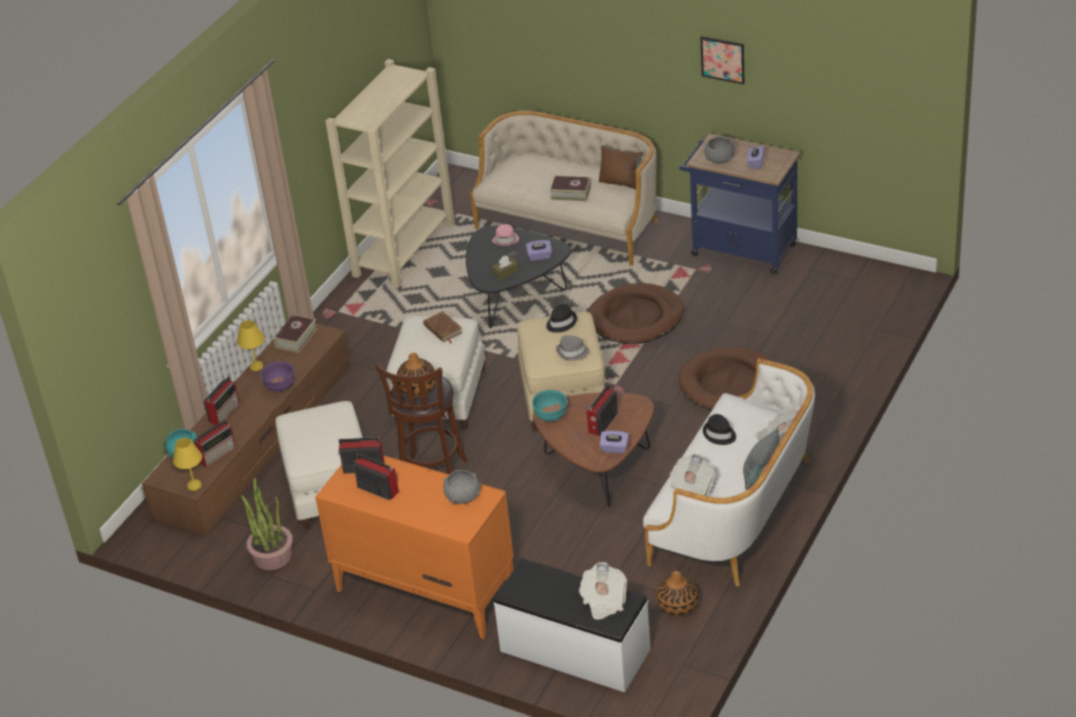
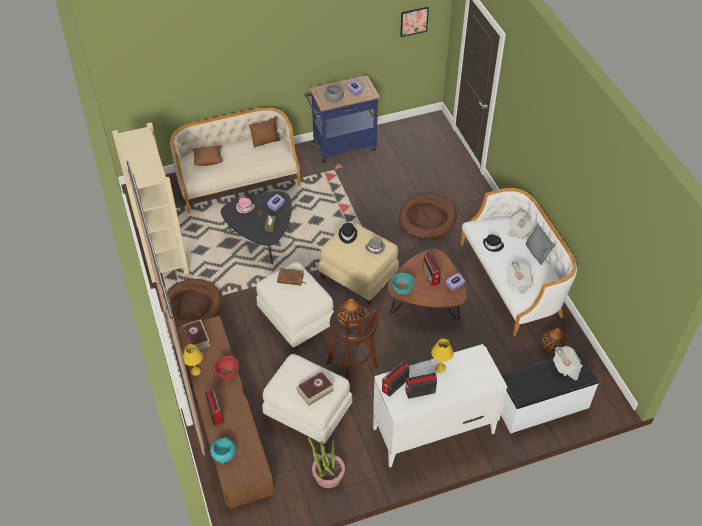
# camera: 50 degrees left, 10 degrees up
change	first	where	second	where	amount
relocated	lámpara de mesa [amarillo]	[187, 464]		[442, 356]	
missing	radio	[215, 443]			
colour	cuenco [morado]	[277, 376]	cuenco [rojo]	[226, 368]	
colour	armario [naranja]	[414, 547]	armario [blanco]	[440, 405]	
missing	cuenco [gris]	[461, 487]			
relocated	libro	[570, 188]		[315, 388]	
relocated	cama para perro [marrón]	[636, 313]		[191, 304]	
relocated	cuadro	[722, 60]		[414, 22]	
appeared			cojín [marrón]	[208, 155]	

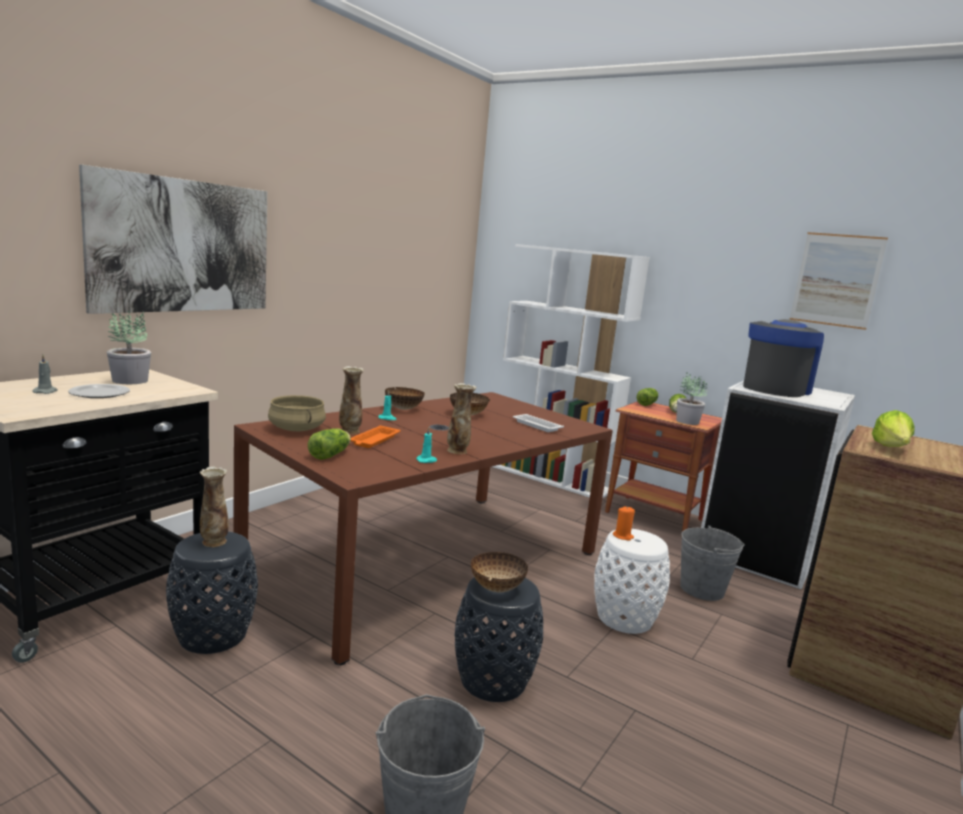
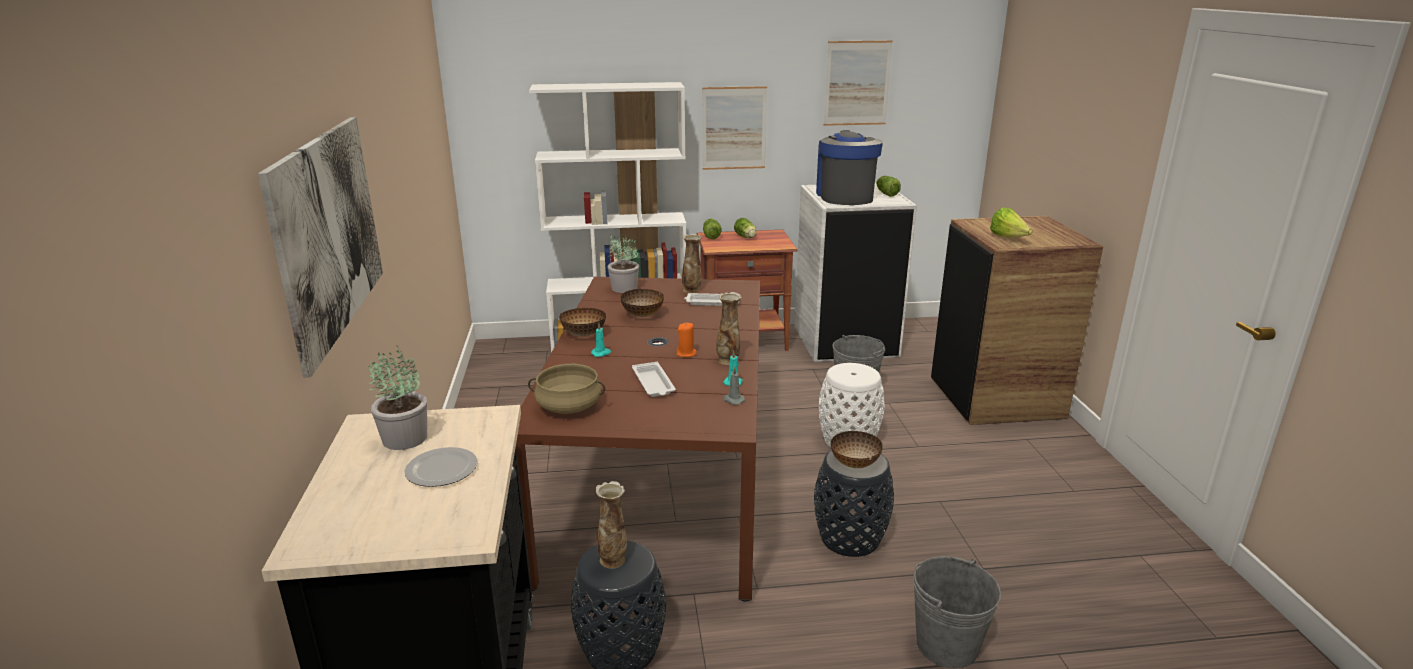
# camera: 40 degrees left, 10 degrees up
change	first	where	second	where	amount
relocated	vela [gris]	[45, 374]		[734, 386]	
relocated	lechuga	[329, 444]		[888, 186]	
relocated	florero	[351, 400]		[692, 263]	
colour	bandeja [naranja]	[375, 436]	bandeja [blanco]	[654, 379]	
relocated	vela [naranja]	[624, 523]		[686, 340]	
relocated	planta en maceta	[692, 399]		[623, 263]	
appeared			cuadro	[734, 128]	

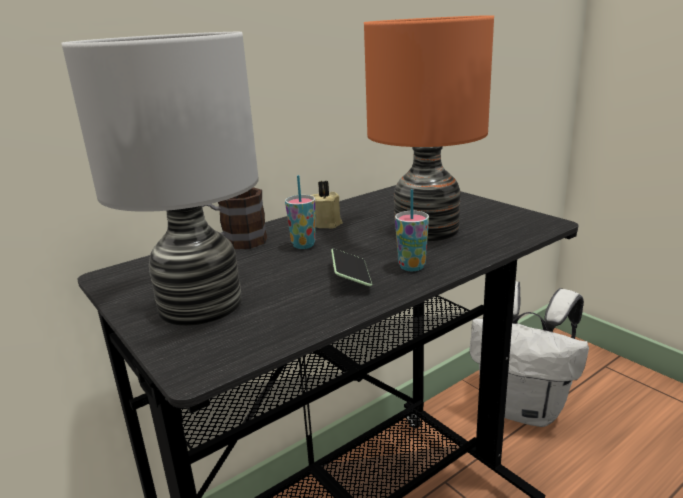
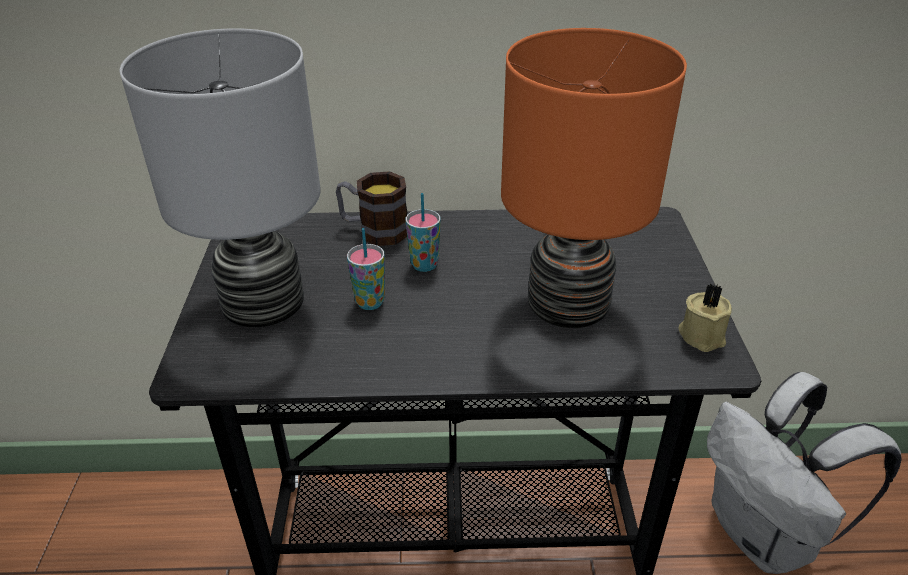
# camera: 35 degrees right, 15 degrees up
change	first	where	second	where	amount
relocated	vela [beis]	[327, 204]		[705, 317]	
missing	móvil	[351, 267]			
relocated	taza	[412, 230]		[366, 269]	

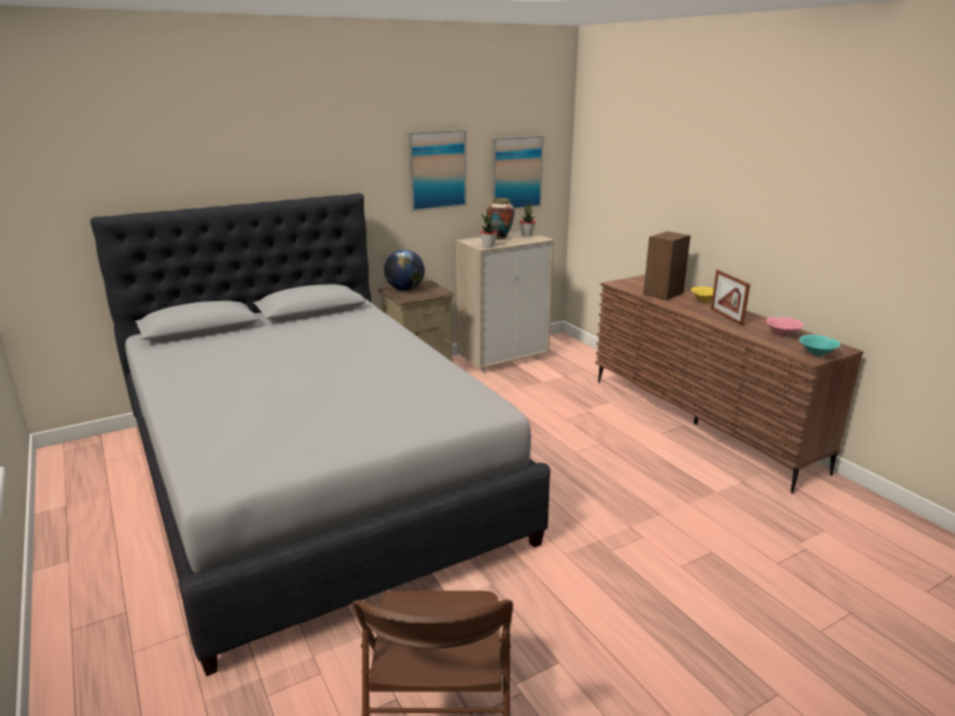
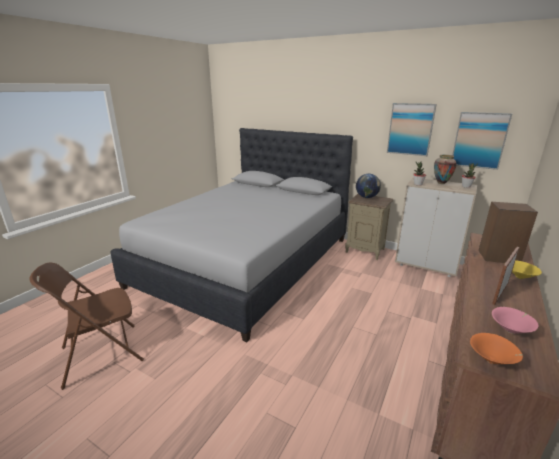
# camera: 60 degrees right, 0 degrees up
change	first	where	second	where	amount
colour	cuenco [turquesa]	[820, 345]	cuenco [naranja]	[496, 348]	

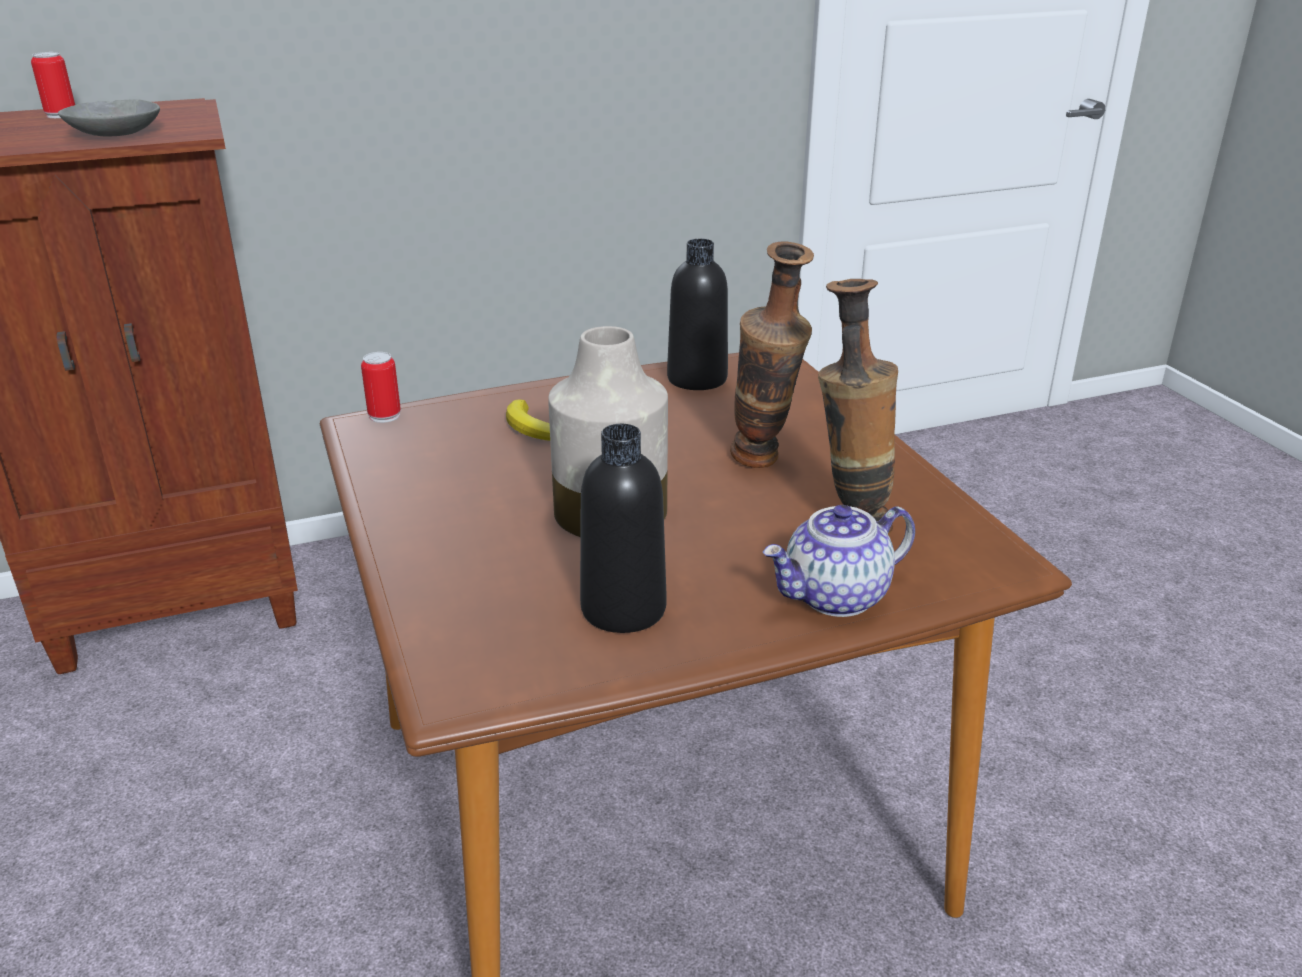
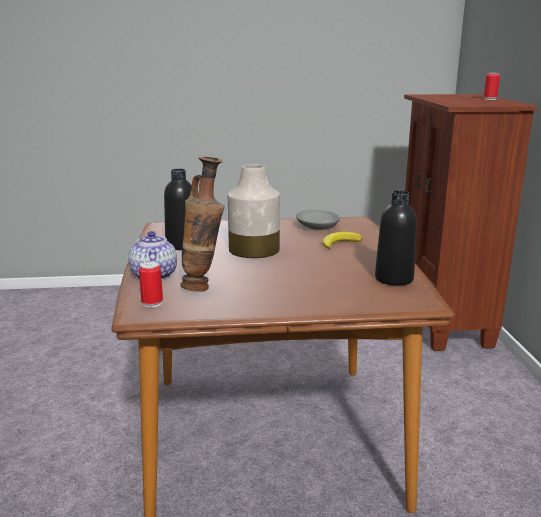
# camera: 105 degrees right, 10 degrees down
change	first	where	second	where	amount
relocated	cuenco [gris]	[109, 117]		[318, 220]	
relocated	lata	[381, 387]		[151, 284]	
missing	florero	[772, 354]			

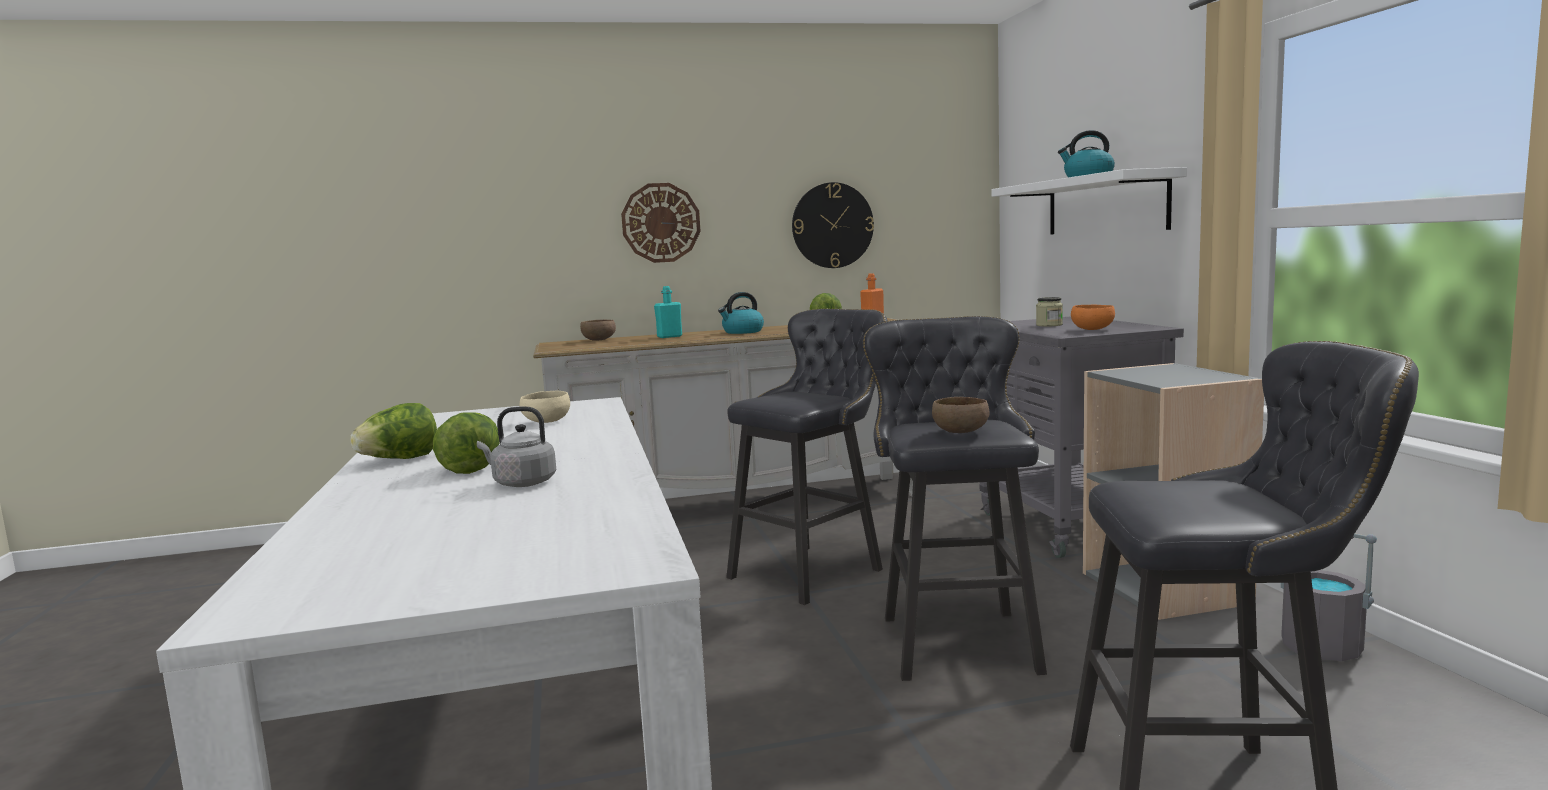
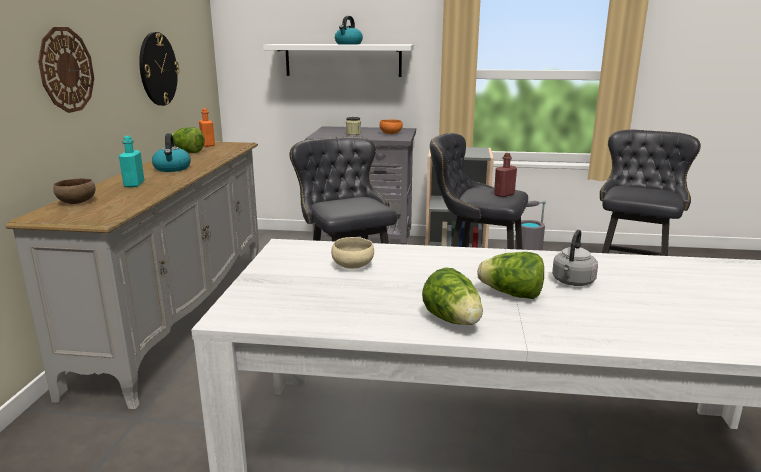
# camera: 70 degrees left, 10 degrees up
change	first	where	second	where	amount
exchanged	cuenco [marrón]	[960, 415]	botella [rojo]	[505, 175]	

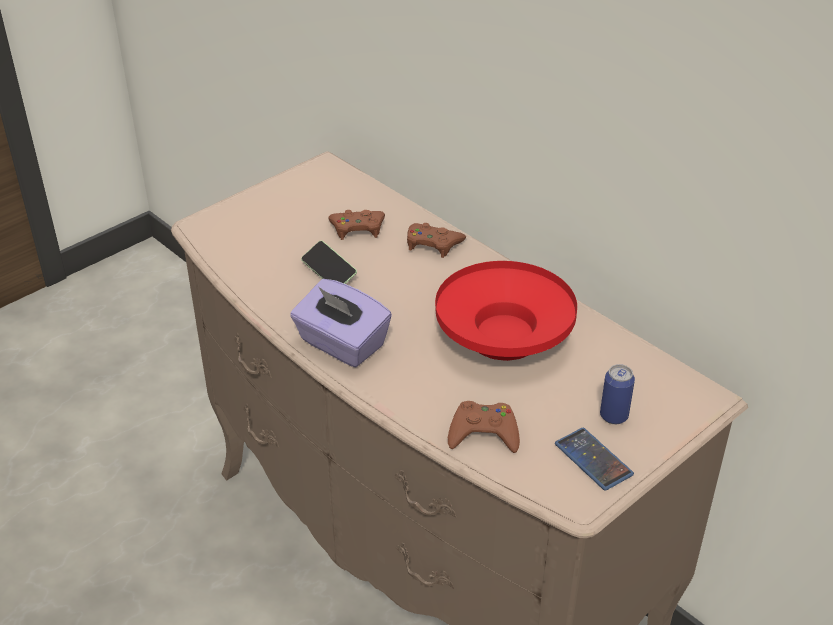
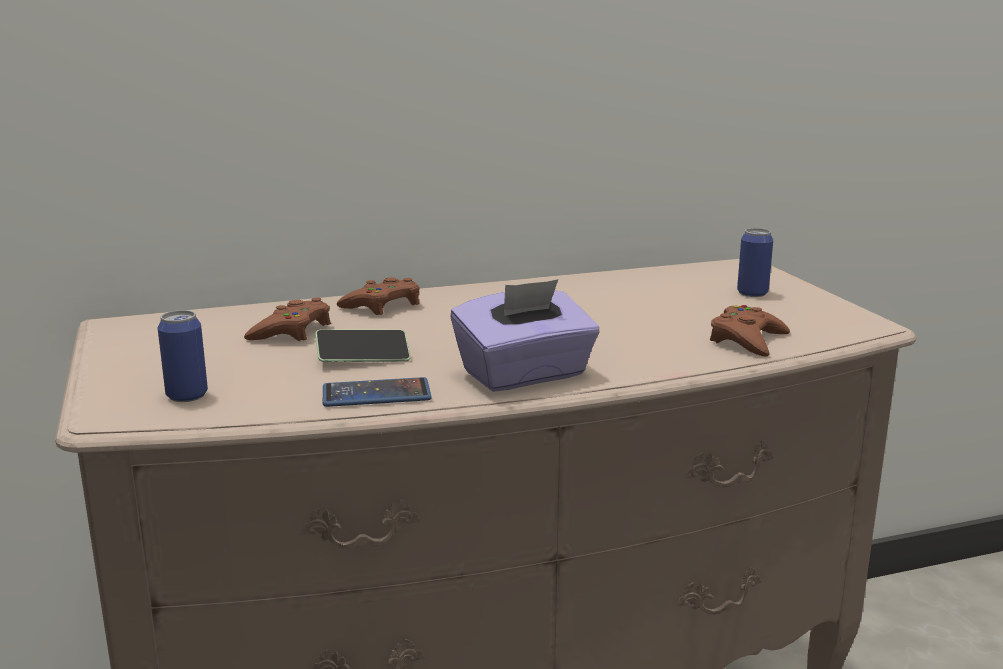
# camera: 65 degrees left, 20 degrees down
change	first	where	second	where	amount
missing	cuenco [rojo]	[506, 311]			
relocated	móvil	[594, 459]		[377, 392]	
appeared			lata	[183, 356]	

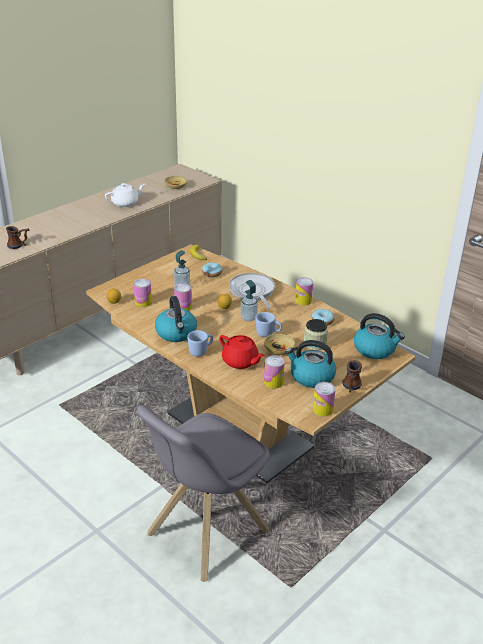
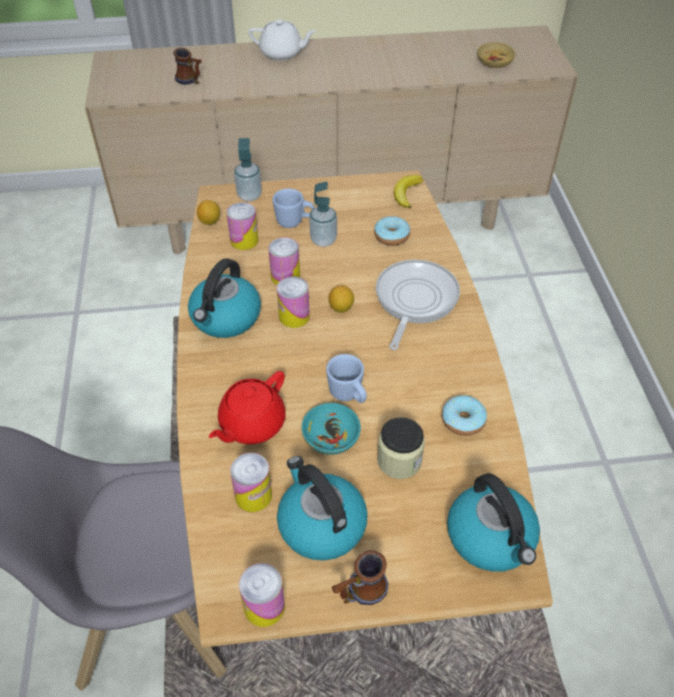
# camera: 40 degrees right, 15 degrees up
change	first	where	second	where	amount
relocated	tetera [blanco]	[125, 195]		[282, 40]	
relocated	taza grande [azul]	[200, 343]		[293, 208]	
spun	tetera [rojo]	[242, 352]		[247, 407]	45 degrees clockwise
relocated	dispensador de jabón	[249, 301]		[248, 169]	
colour	cuenco [beis]	[279, 344]	cuenco [turquesa]	[331, 429]	
relocated	lata	[304, 291]		[293, 302]	

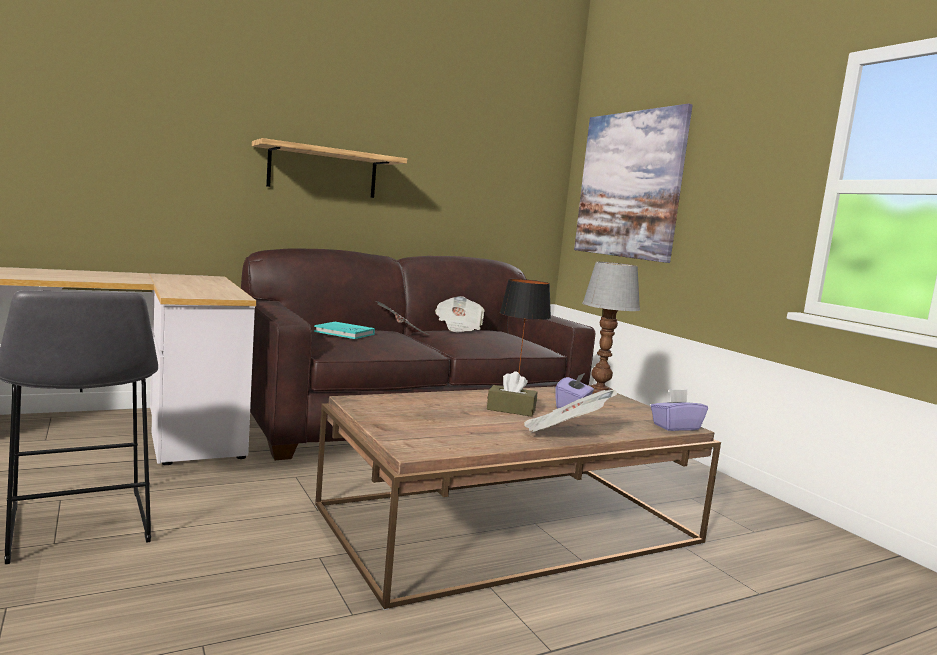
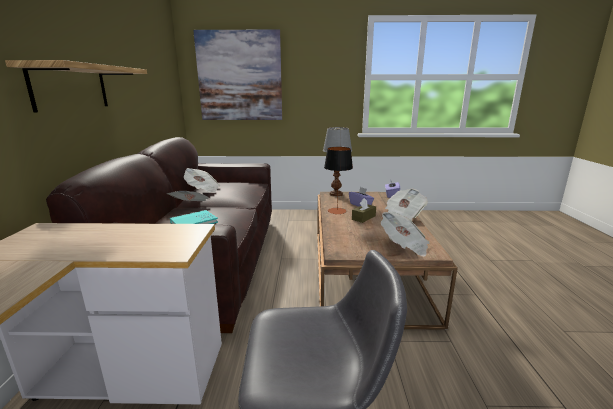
# camera: 60 degrees left, 10 degrees up
change	first	where	second	where	amount
appeared			periódico	[404, 234]	

